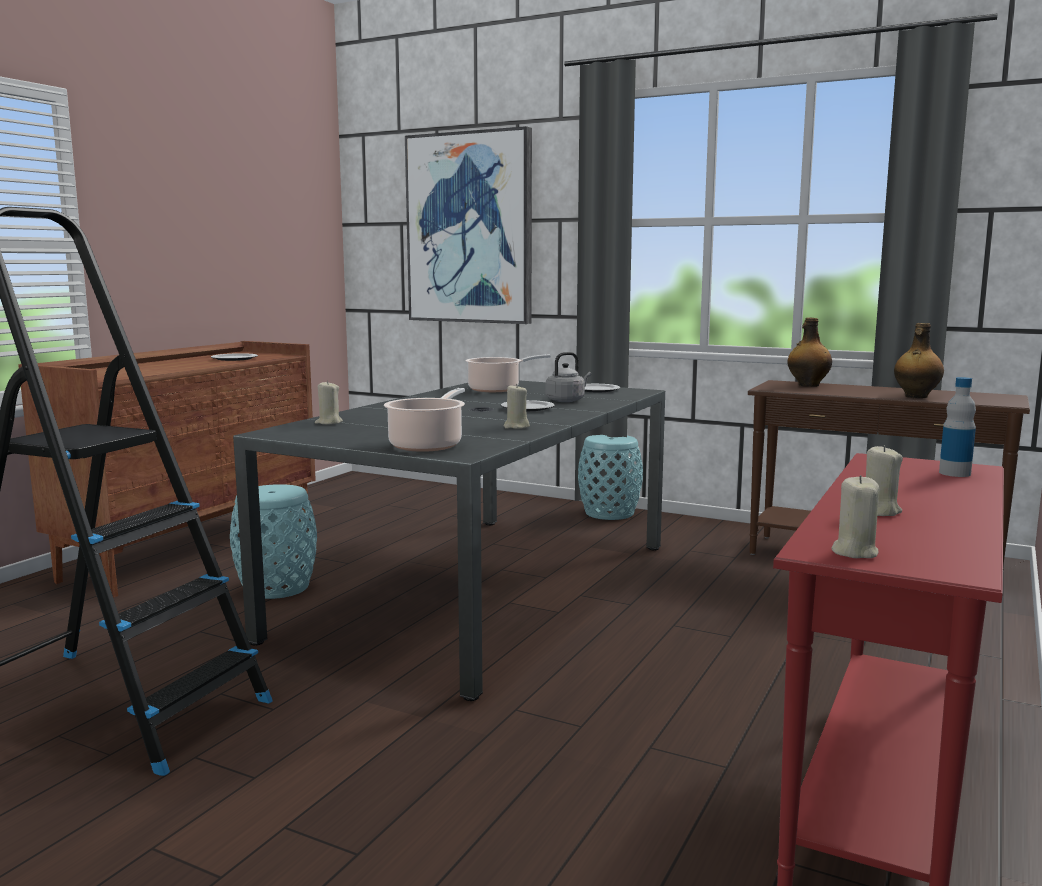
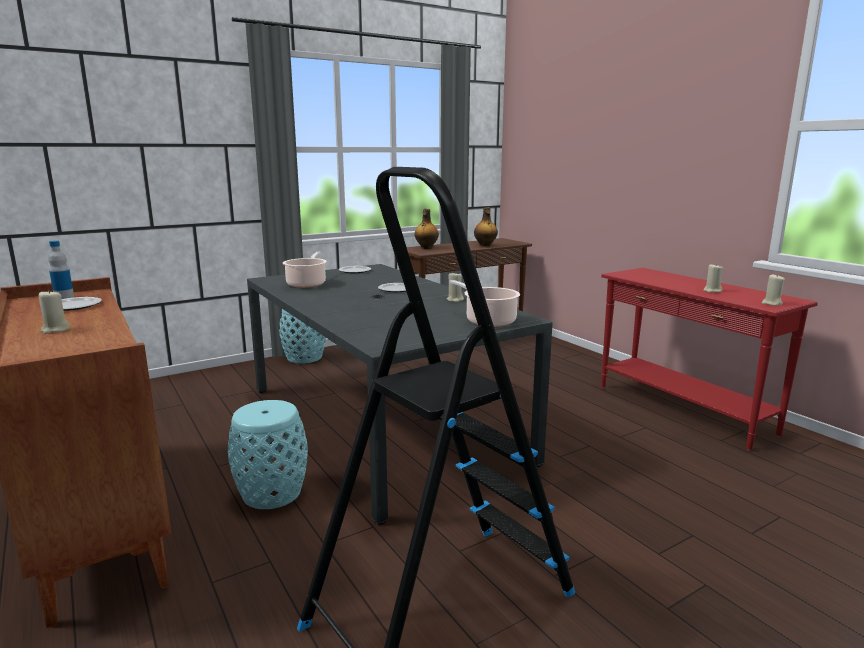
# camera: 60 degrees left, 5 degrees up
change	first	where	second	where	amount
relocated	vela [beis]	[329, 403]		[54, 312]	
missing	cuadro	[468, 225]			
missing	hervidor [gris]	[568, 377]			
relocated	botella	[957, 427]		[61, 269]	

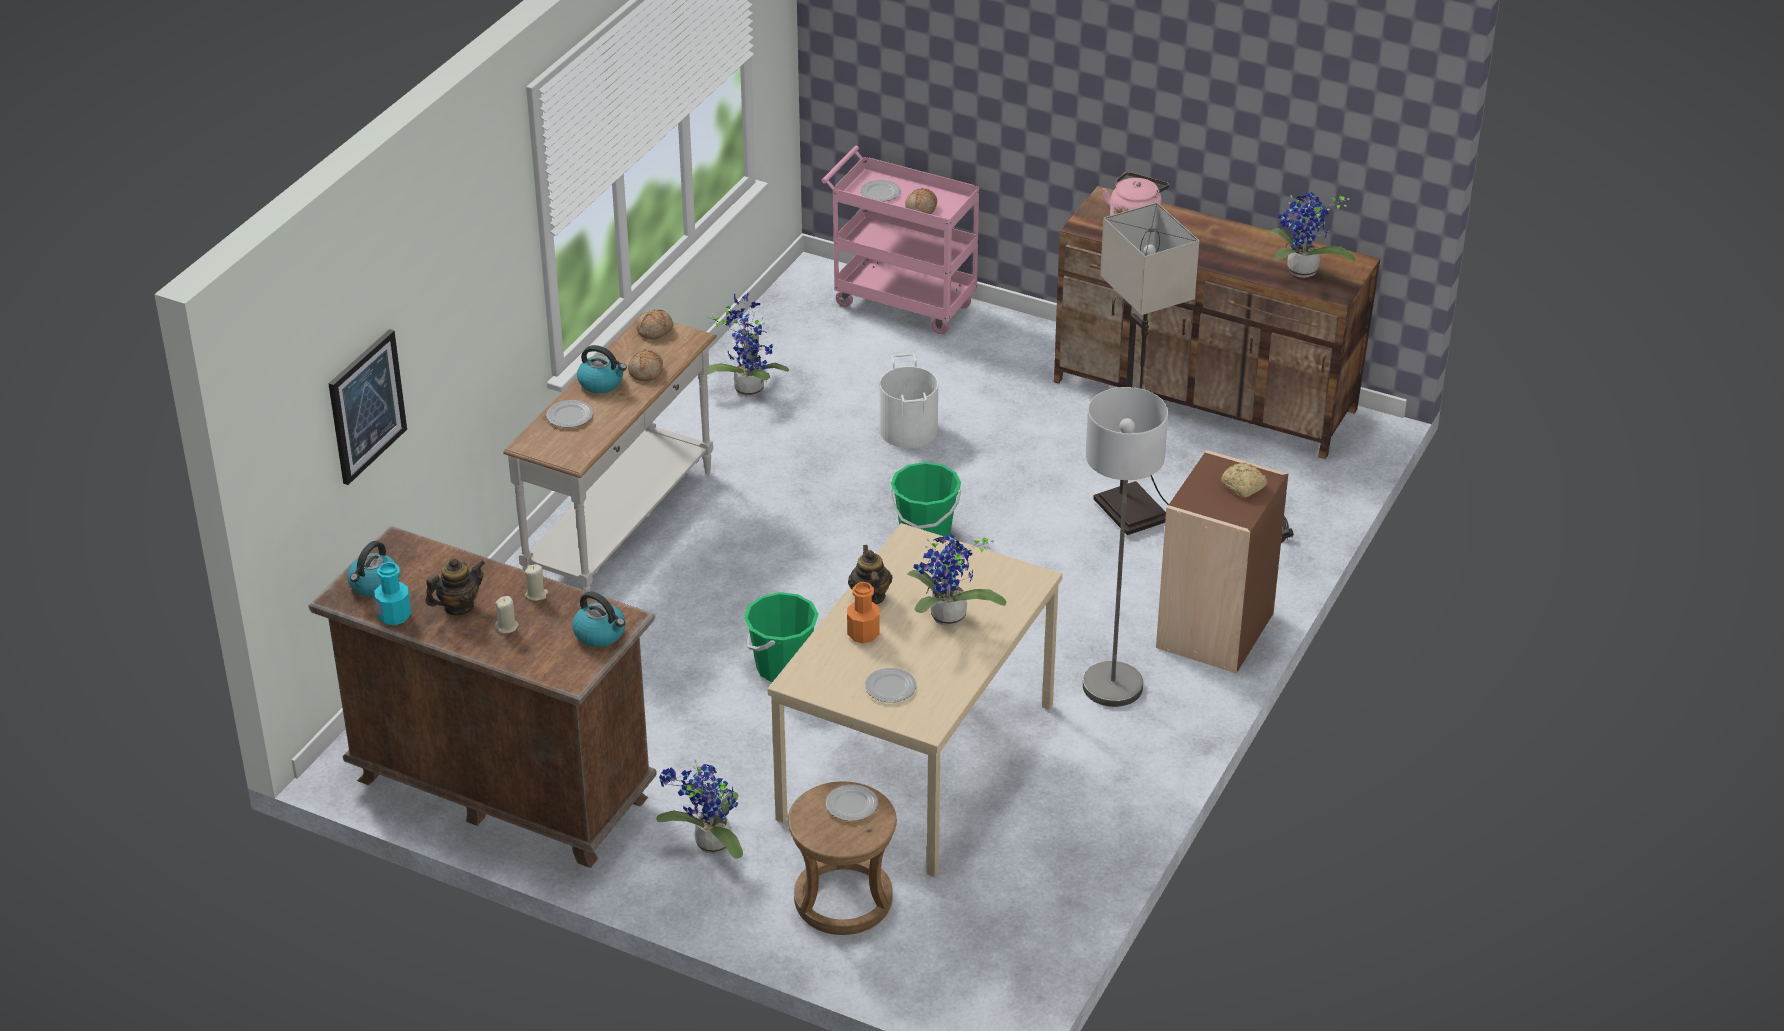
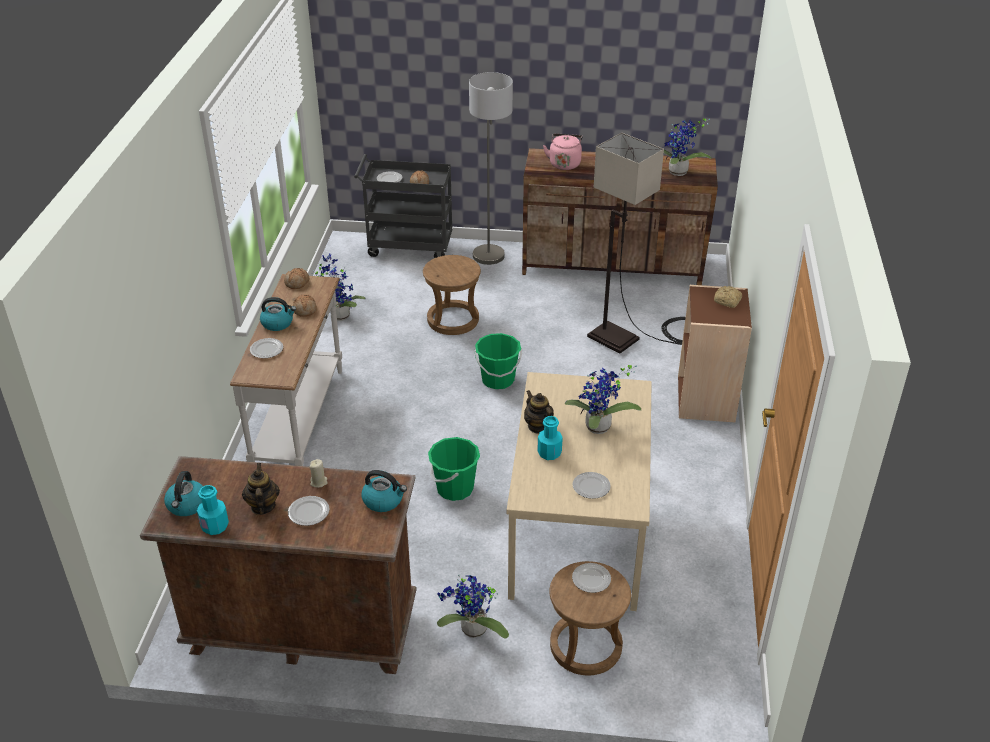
# camera: 20 degrees left, 0 degrees up
change	first	where	second	where	amount
missing	cuadro	[367, 407]			
spun	tetera	[455, 586]		[261, 489]	45 degrees counterclockwise
exchanged	vela [beis]	[507, 615]	plato	[309, 511]	
colour	carrito [rosa]	[900, 240]	carrito [gris]	[403, 206]	
colour	botella [naranja]	[863, 612]	botella [turquesa]	[550, 438]	
exchanged	cubo [blanco]	[909, 401]	taburete [marrón]	[452, 295]	
relocated	lámpara de pie [gris]	[1125, 547]		[491, 168]	

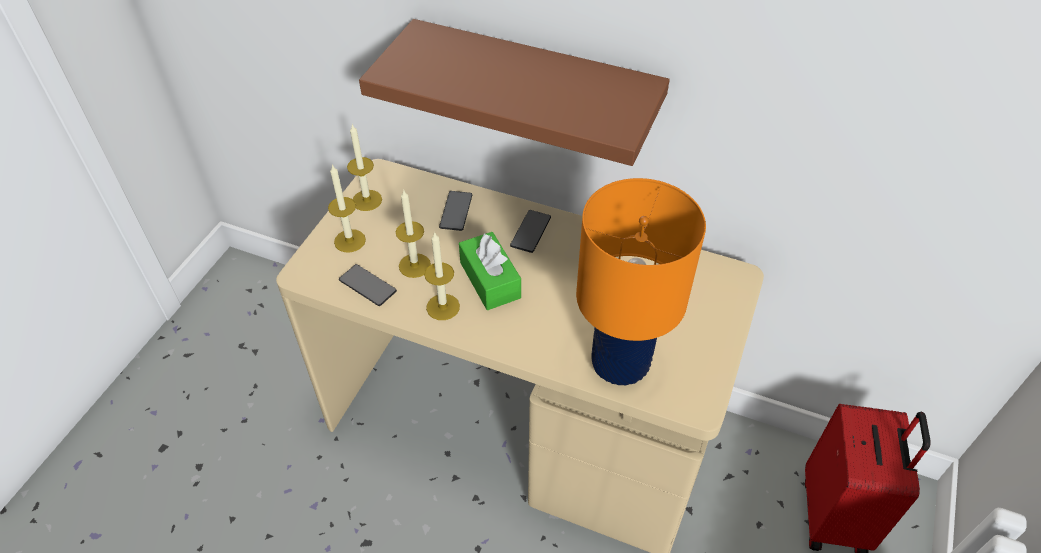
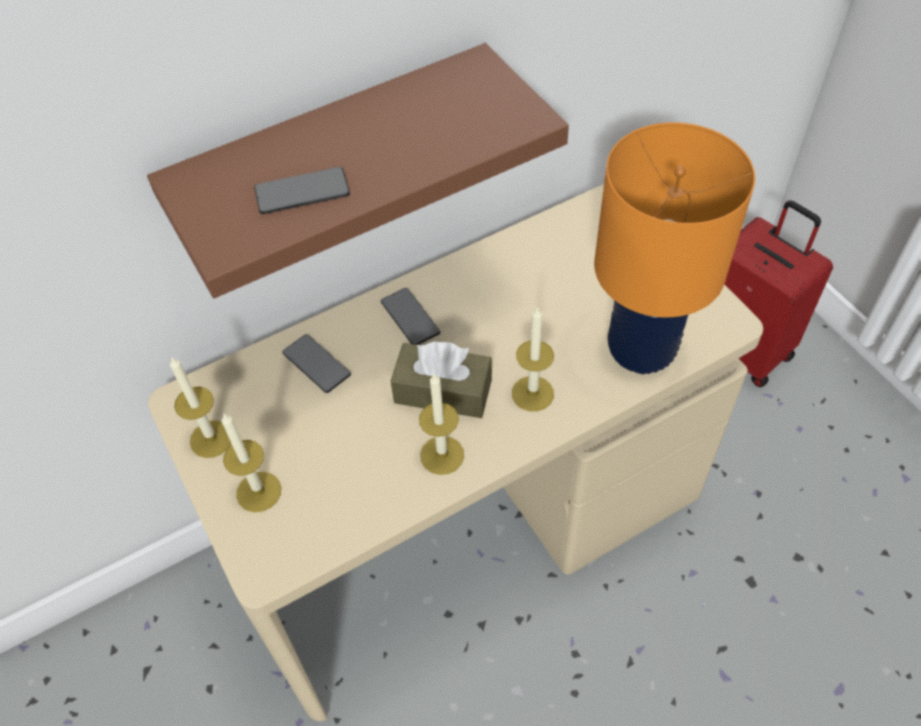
# camera: 50 degrees left, 5 degrees up
change	first	where	second	where	amount
relocated	móvil	[368, 285]		[302, 190]	
relocated	vela	[413, 234]		[533, 358]	
colour	caja de pañuelos [verde]	[490, 271]	caja de pañuelos [marrón]	[441, 379]	

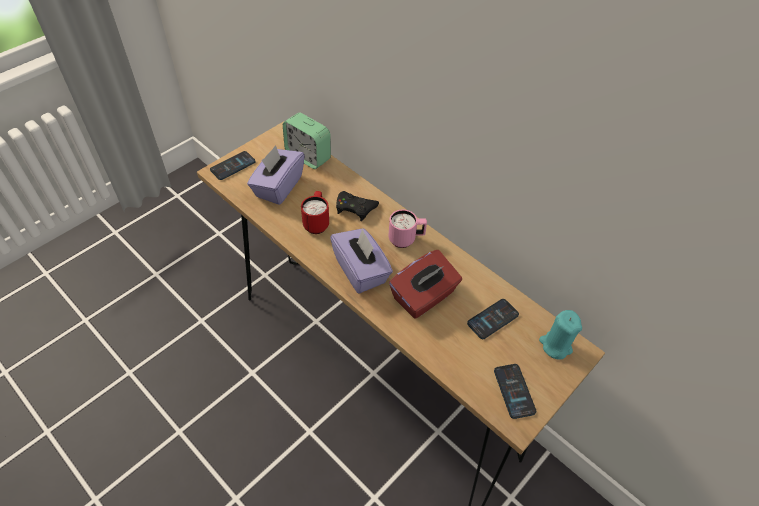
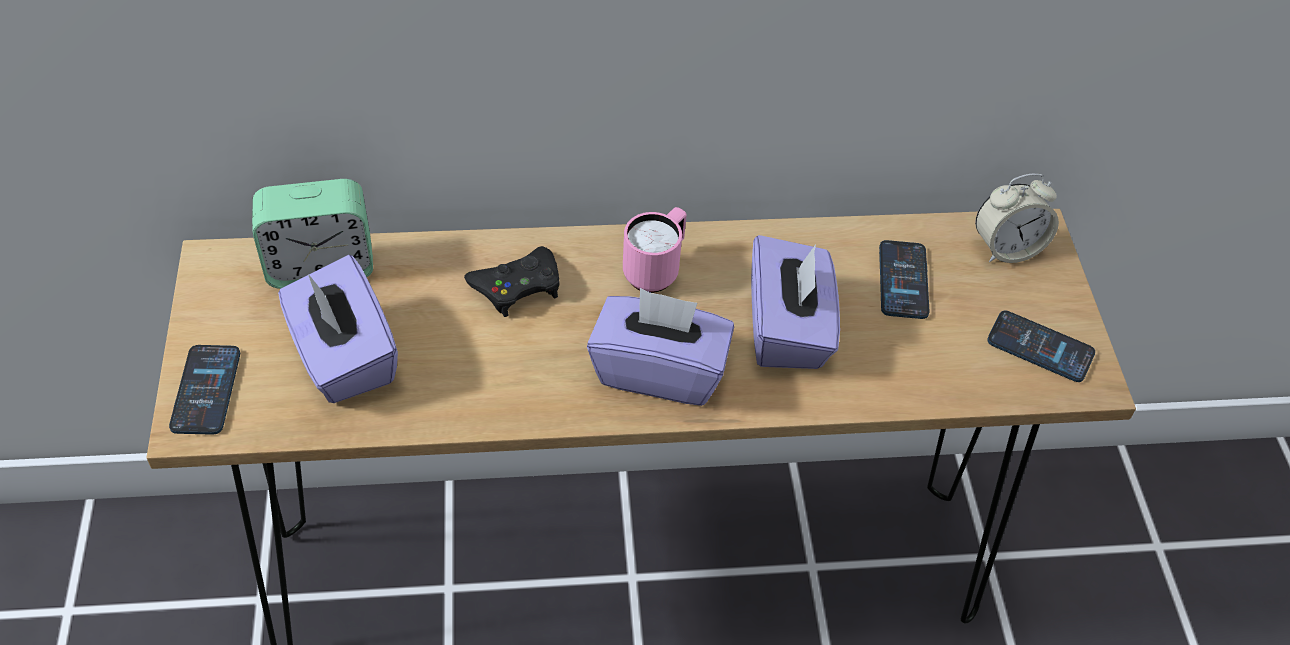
# camera: 50 degrees left, 0 degrees up
change	first	where	second	where	amount
missing	taza grande [rojo]	[315, 212]			
colour	caja de pañuelos [rojo]	[425, 284]	caja de pañuelos [morado]	[795, 302]	
exchanged	vela [turquesa]	[560, 335]	despertador	[1017, 218]	

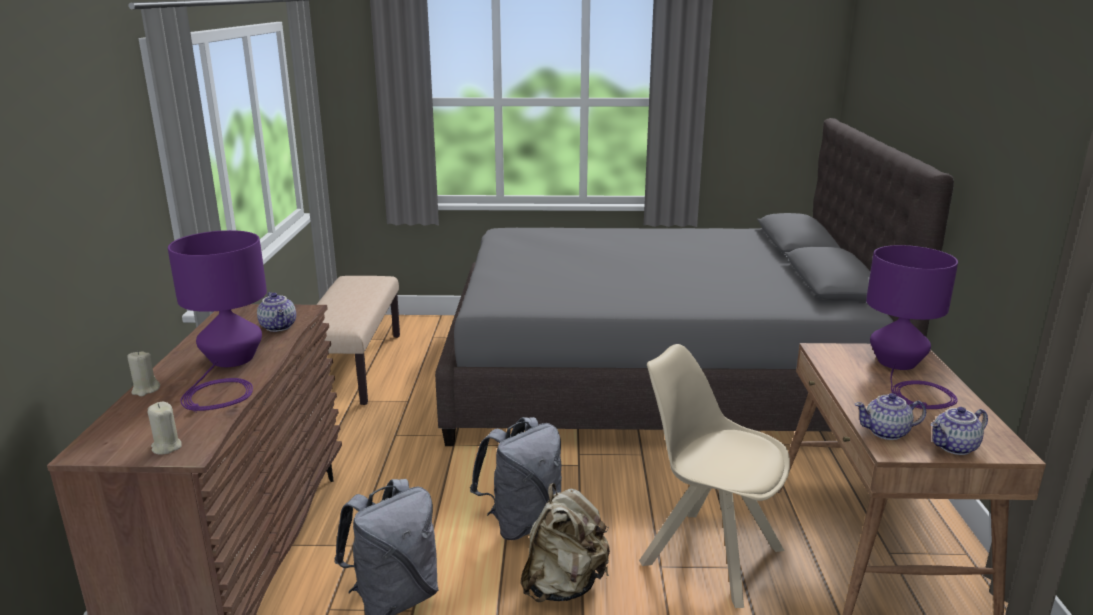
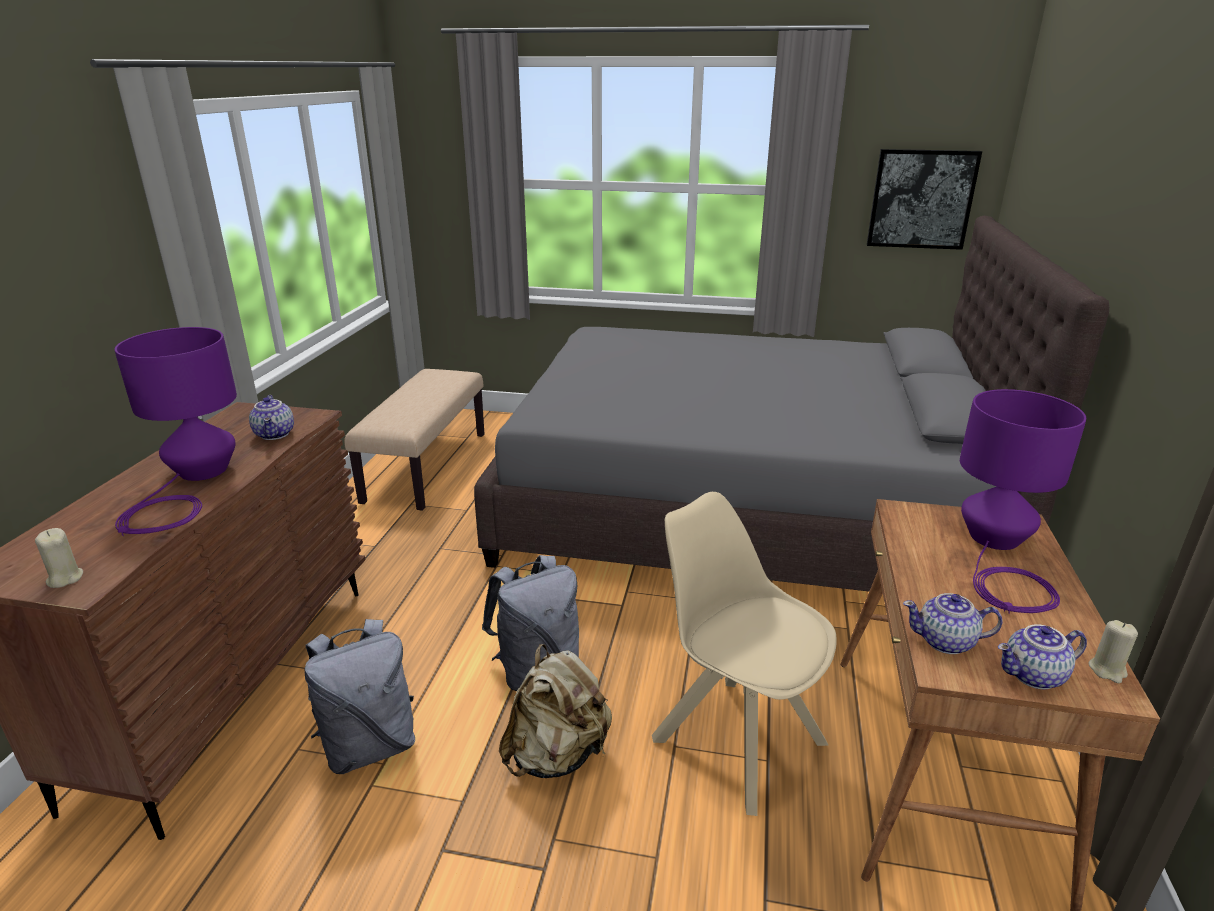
# camera: 10 degrees right, 5 degrees up
change	first	where	second	where	amount
relocated	vela [beis]	[143, 374]		[1113, 651]	
appeared			cuadro	[924, 199]	

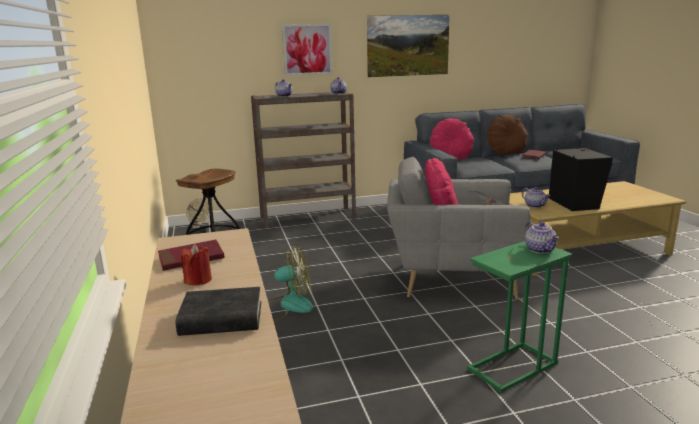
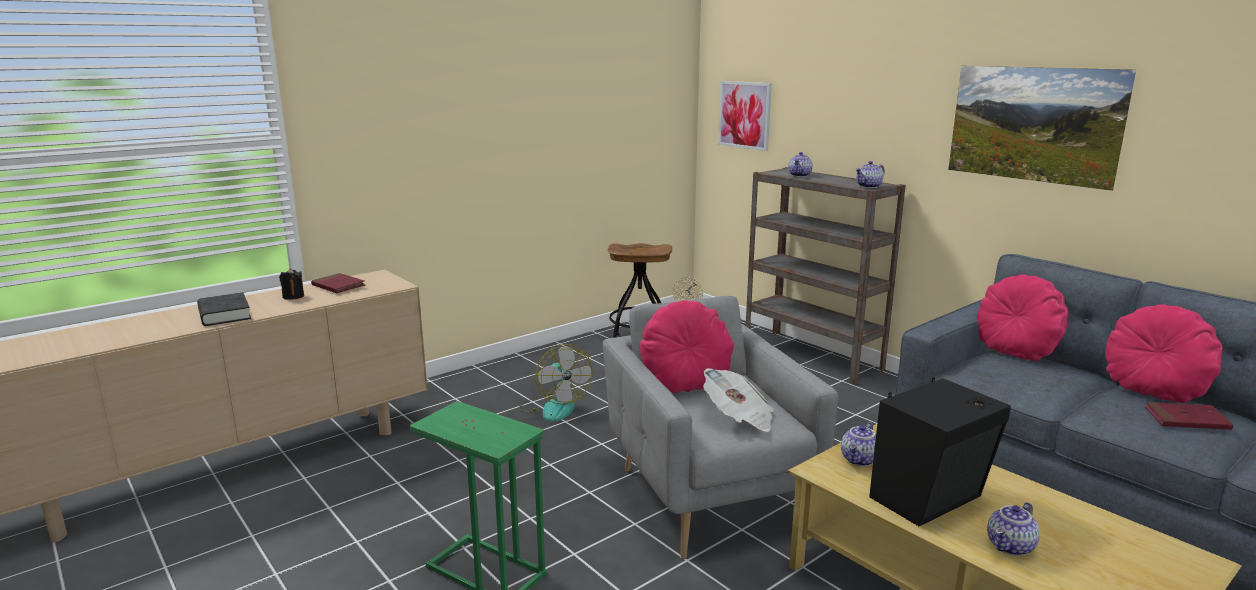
# camera: 65 degrees right, 0 degrees up
change	first	where	second	where	amount
colour	vela [rojo]	[196, 265]	vela [negro]	[291, 283]	
relocated	cuadro	[307, 50]		[745, 116]	
colour	cojín [marrón]	[507, 135]	cojín [rosa]	[1164, 353]	
relocated	tetera	[542, 237]		[1013, 529]	

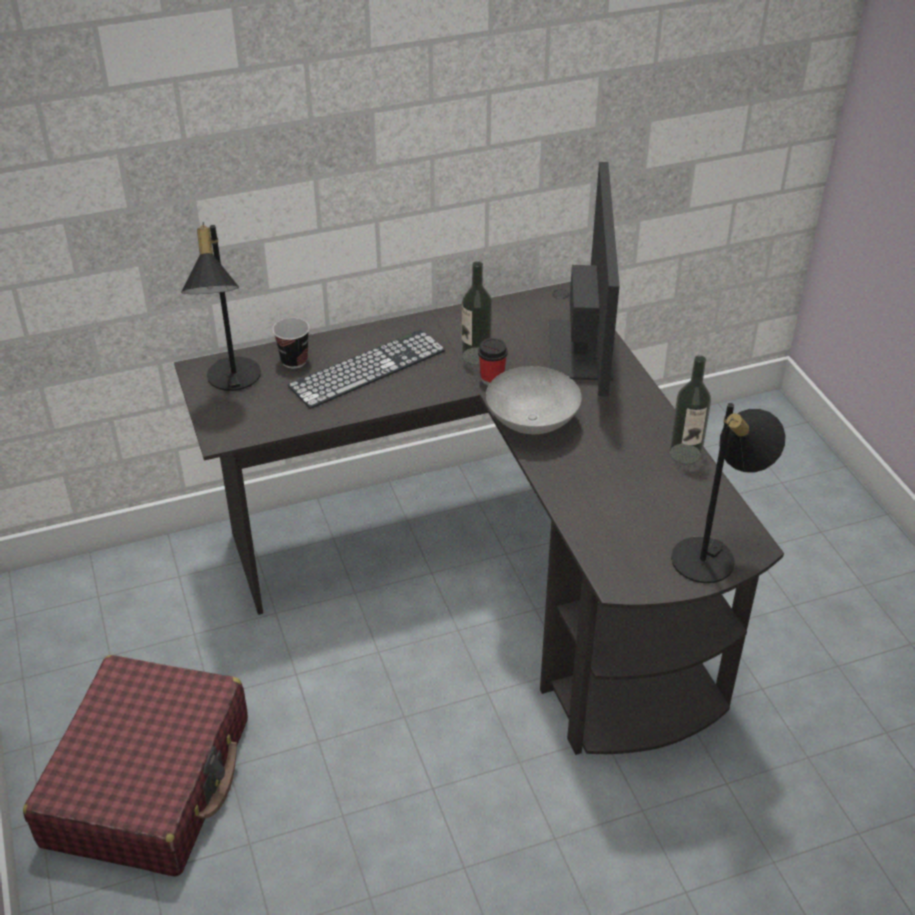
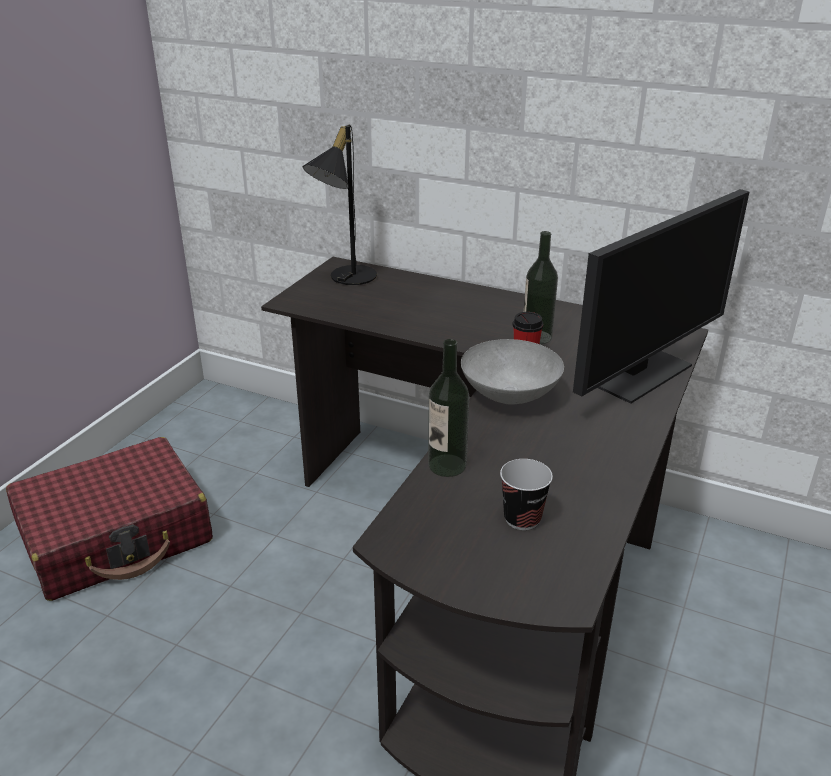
# camera: 45 degrees right, 10 degrees down
change	first	where	second	where	amount
relocated	taza	[291, 343]		[526, 494]	
missing	teclado	[366, 369]			
relocated	botella	[690, 410]		[448, 408]	
missing	lámpara de mesa [negro]	[728, 493]			

